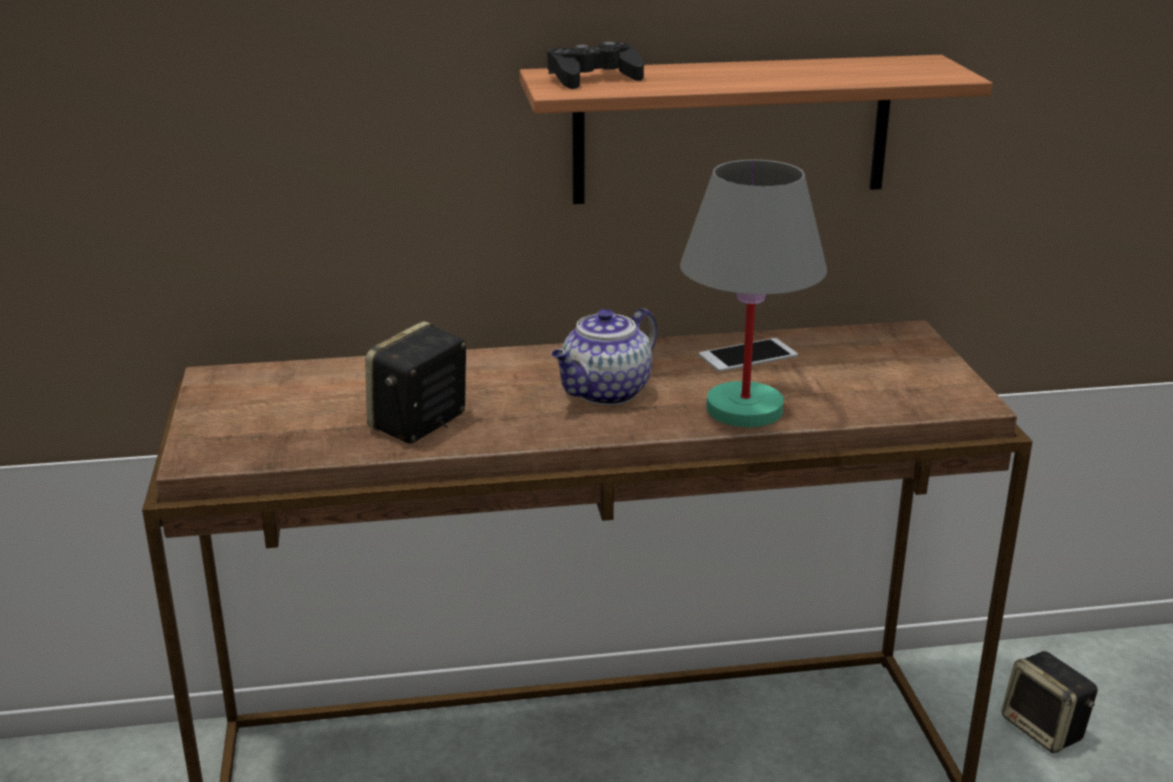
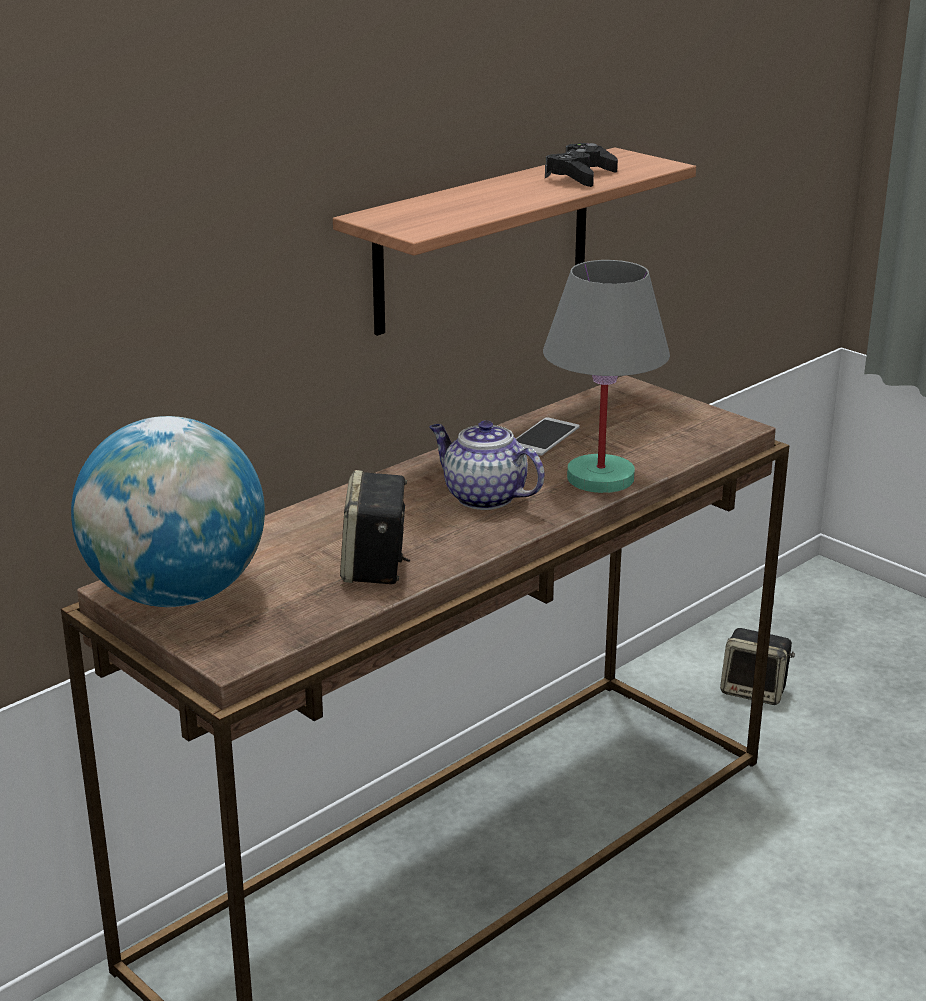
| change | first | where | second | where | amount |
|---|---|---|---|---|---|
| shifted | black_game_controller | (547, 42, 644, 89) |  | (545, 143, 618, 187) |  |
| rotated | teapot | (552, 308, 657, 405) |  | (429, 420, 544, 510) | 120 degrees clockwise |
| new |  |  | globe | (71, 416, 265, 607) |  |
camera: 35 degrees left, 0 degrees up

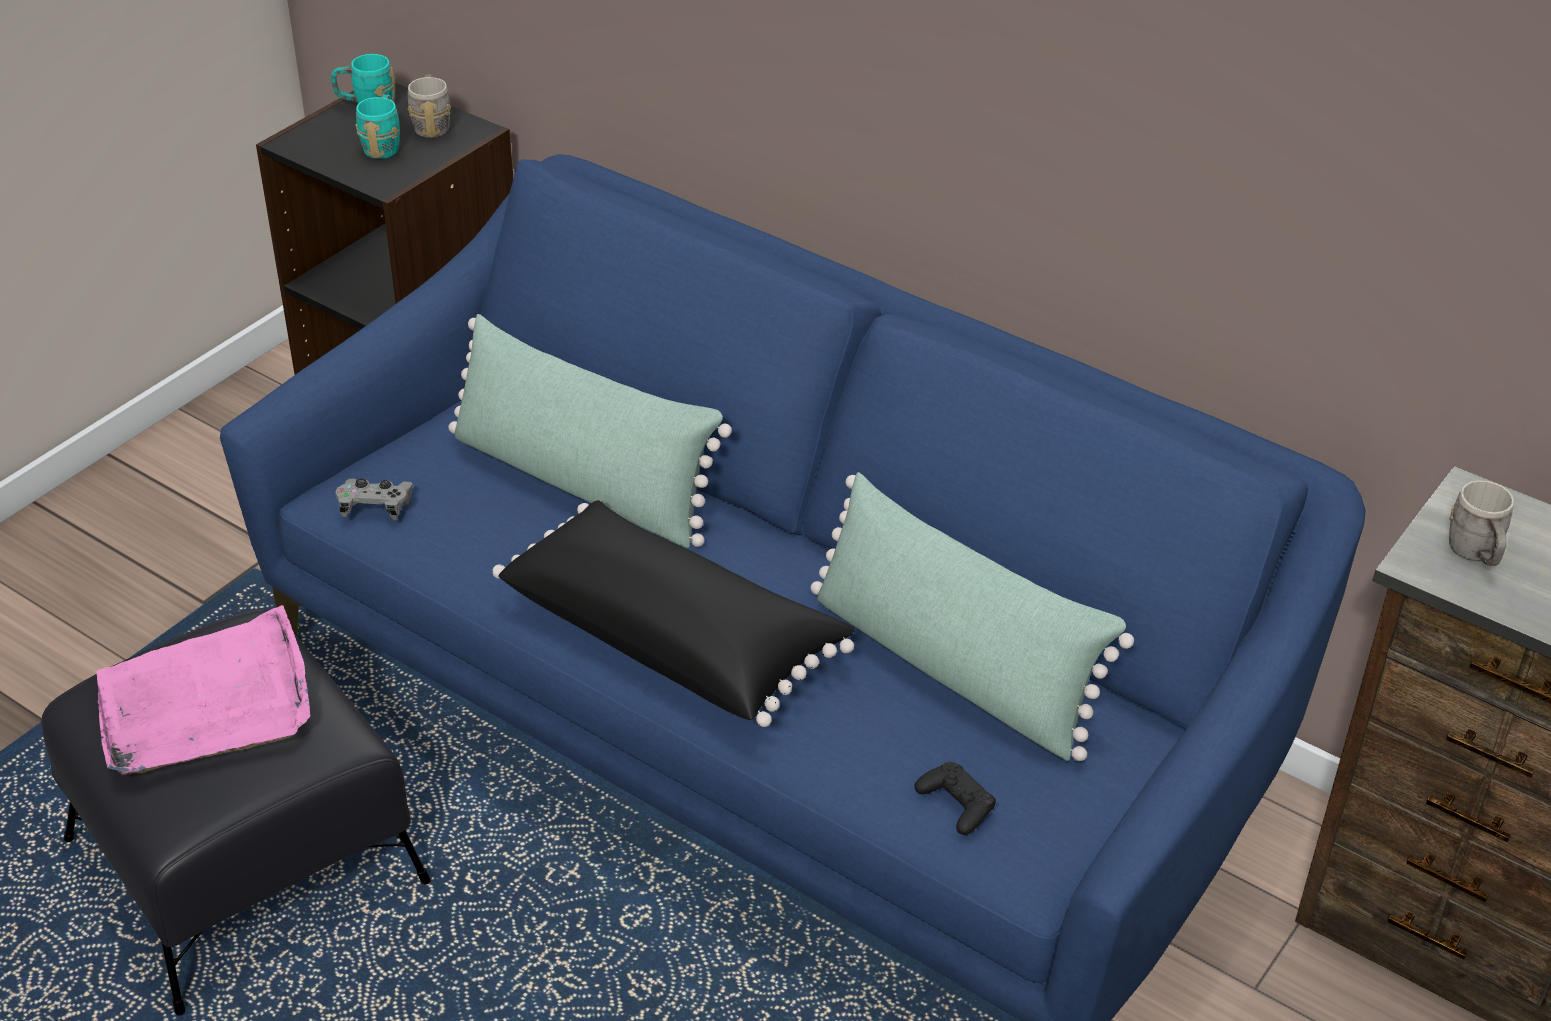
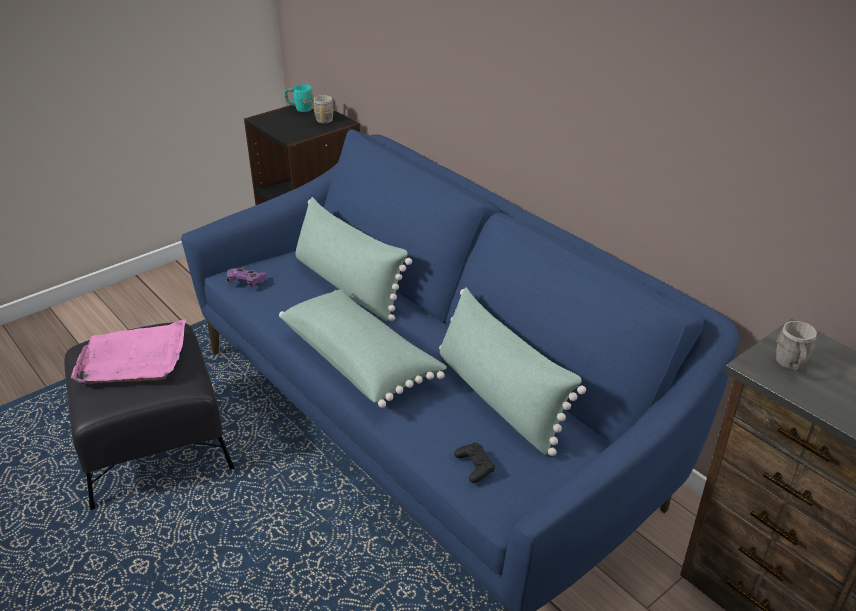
| change | first | where | second | where | amount |
|---|---|---|---|---|---|
| repainted | grey_game_controller | (335, 478, 414, 520) | purple_game_controller | (227, 267, 267, 288) |  |
| gone | turquoise_mug | (355, 95, 400, 159) |  |  |  |
| repainted | black_pillow | (492, 500, 854, 727) | green_pillow | (279, 290, 447, 408) |  |
camera: 15 degrees right, 5 degrees down

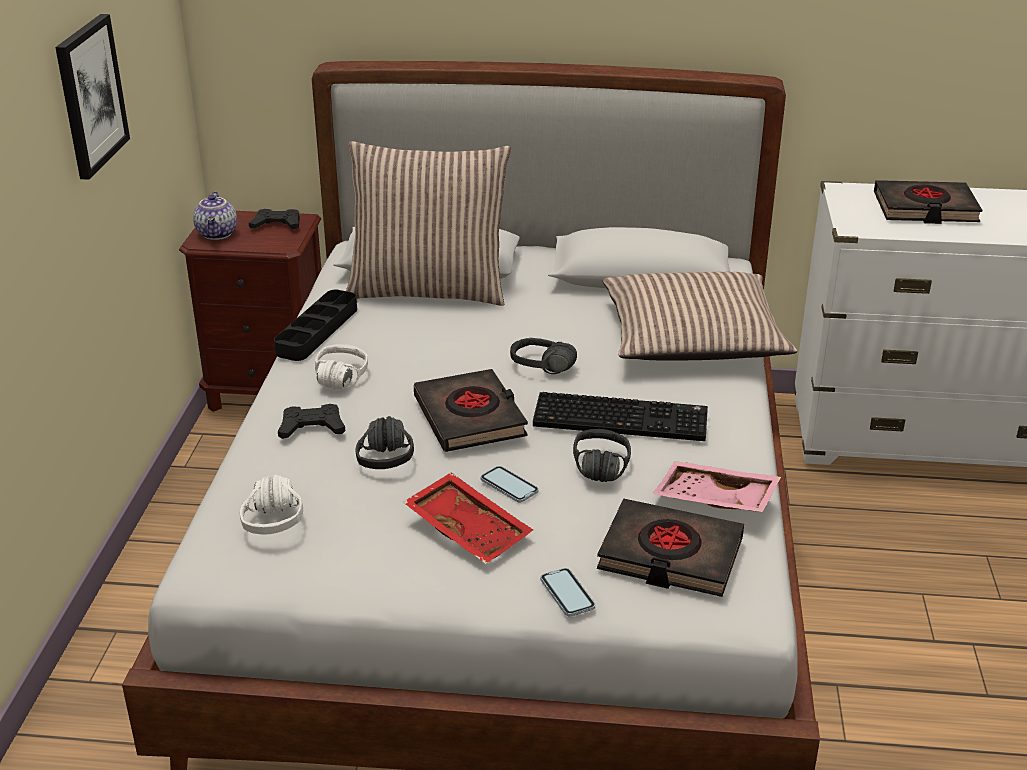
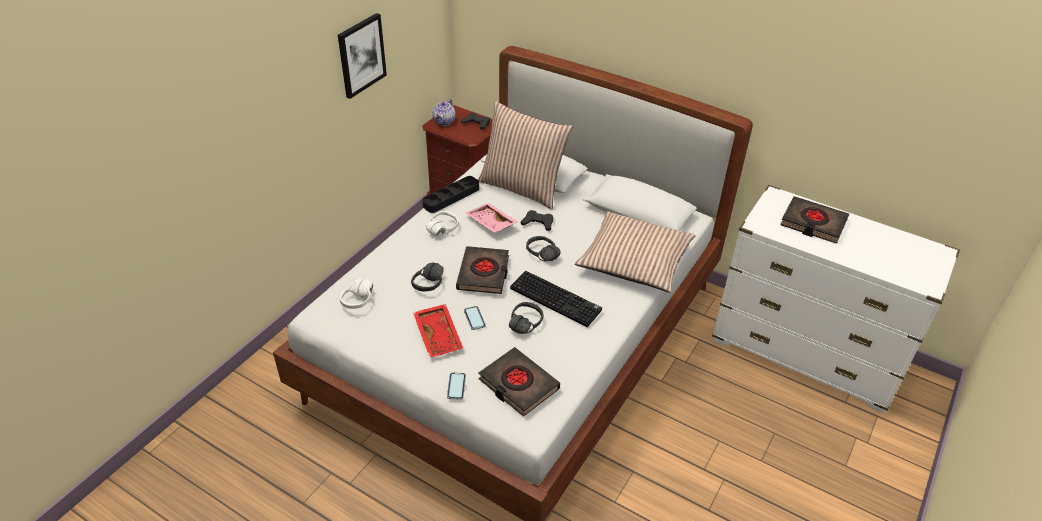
| change | first | where | second | where | amount |
|---|---|---|---|---|---|
| shifted | black_game_controller | (278, 404, 345, 439) |  | (521, 210, 553, 231) |  |
| shifted | pink_tray | (652, 461, 781, 512) |  | (465, 203, 518, 233) |  |
camera: 25 degrees right, 10 degrees up

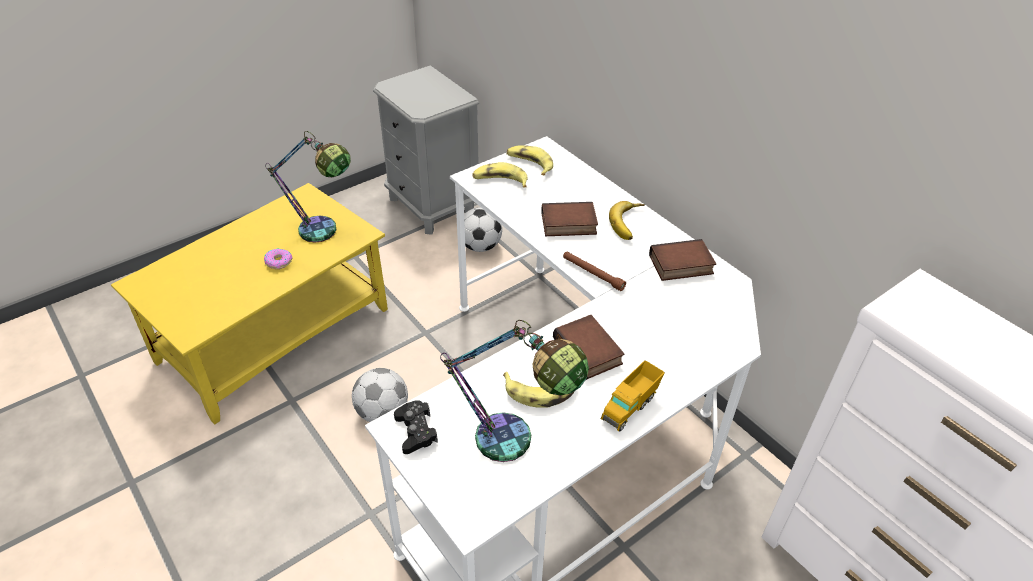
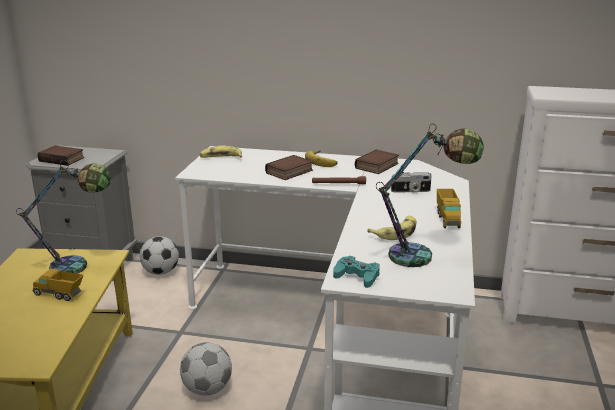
| change | first | where | second | where | amount |
|---|---|---|---|---|---|
| swapped | donut | (264, 248, 293, 269) | toy_truck | (33, 269, 84, 301) |  |
| repainted | black_game_controller | (394, 400, 438, 454) | turquoise_game_controller | (333, 256, 380, 288) |  |
| gone | banana | (473, 162, 528, 187) |  |  |  |
| shifted | book | (553, 315, 625, 380) |  | (38, 146, 84, 166) |  |
| new |  |  | photo_camera | (391, 172, 432, 193) |  |
camera: 40 degrees left, 20 degrees down

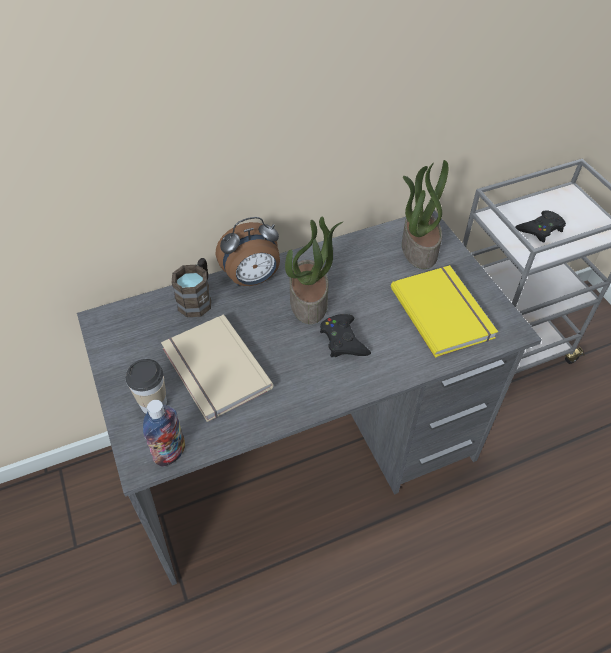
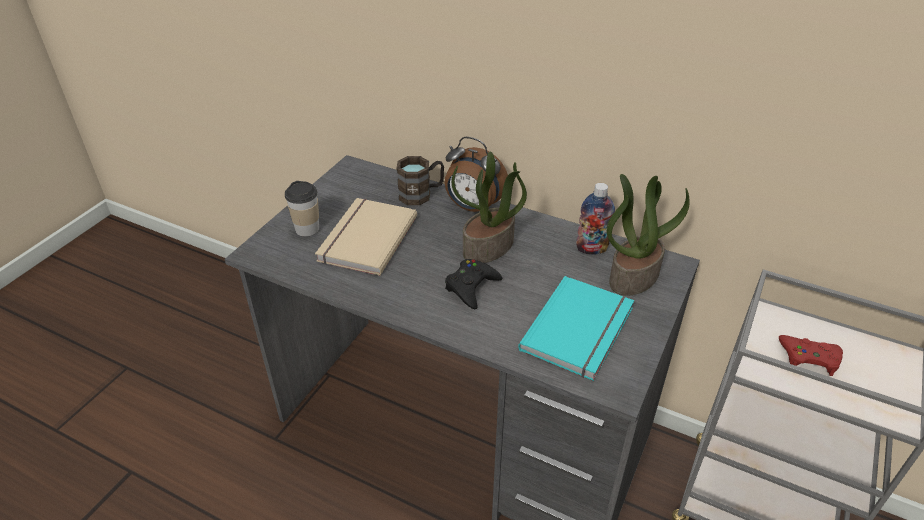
| change | first | where | second | where | amount |
|---|---|---|---|---|---|
| shifted | bottle | (143, 400, 185, 467) |  | (576, 183, 615, 255) |  |
| repainted | yellow_book | (391, 265, 498, 358) | turquoise_book | (518, 276, 634, 381) |  |
| repainted | black_game_controller | (515, 210, 566, 243) | red_game_controller | (779, 335, 843, 376) |  |
camera: 50 degrees right, 10 degrees down

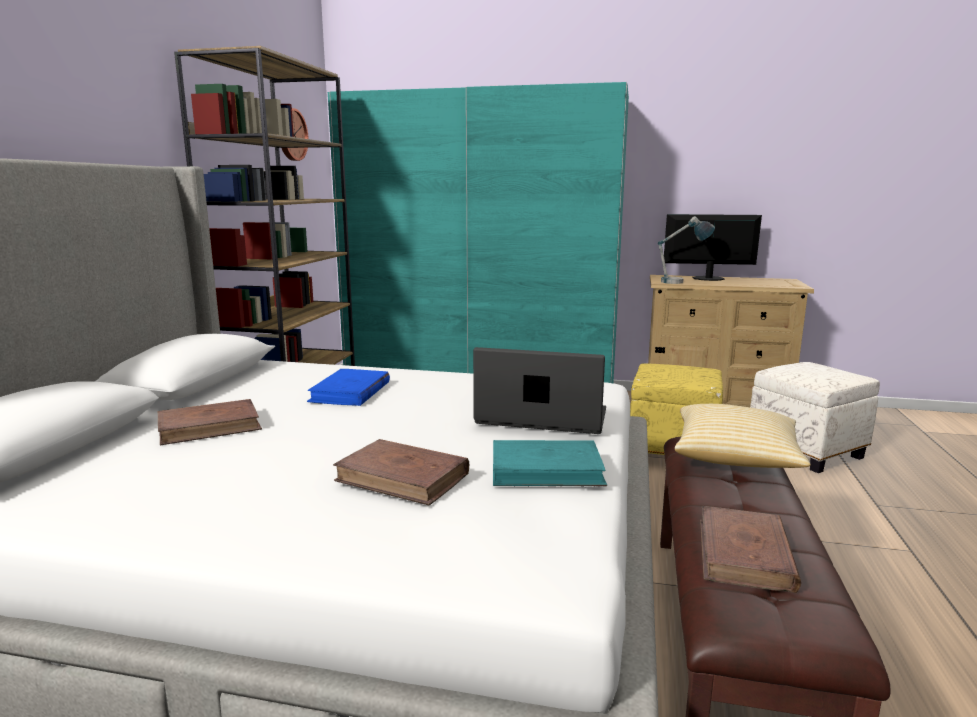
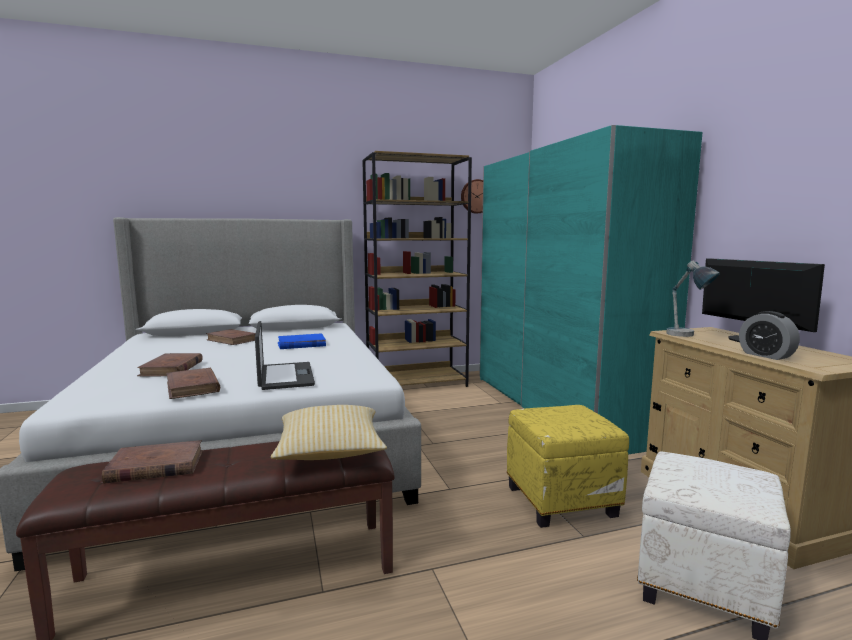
| change | first | where | second | where | amount |
|---|---|---|---|---|---|
| repainted | turquoise_book | (493, 440, 607, 486) | brown_book | (166, 368, 220, 399) |  |
| new |  |  | alarm_clock | (739, 311, 800, 360) |  |
camera: 60 degrees right, 5 degrees down

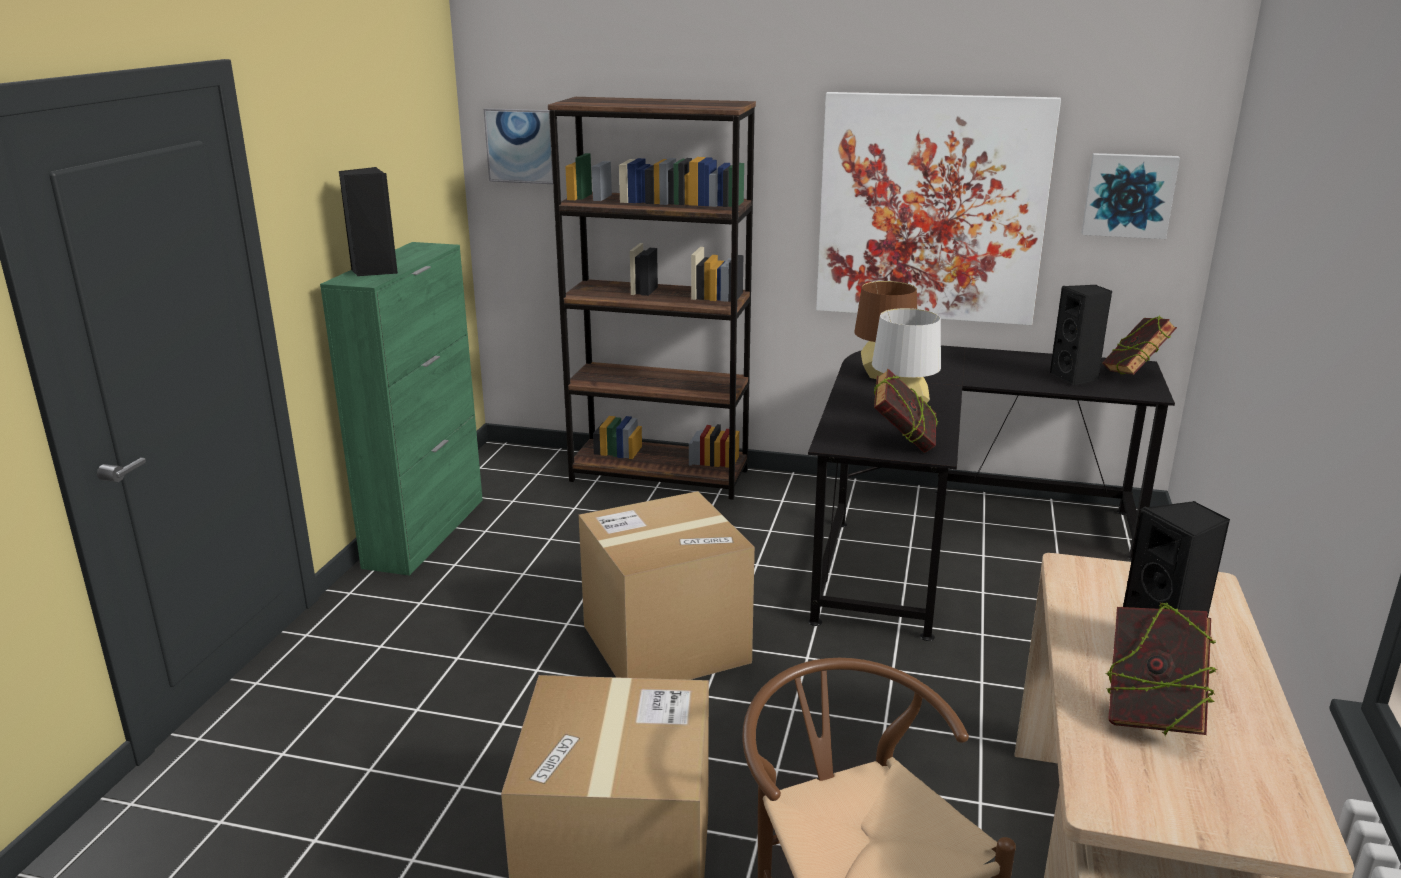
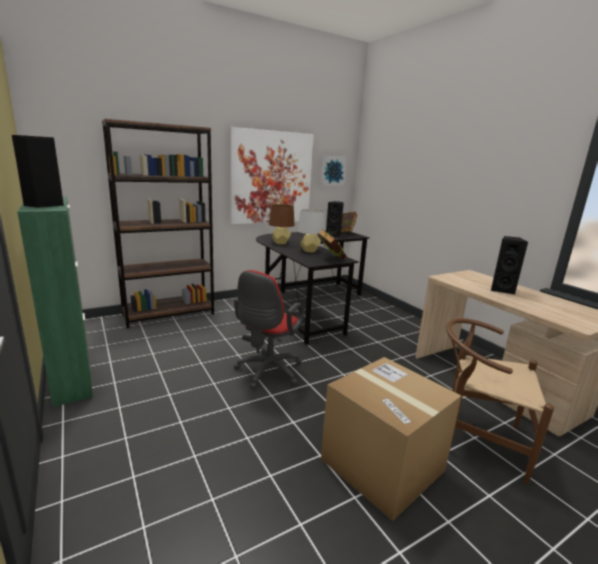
| change | first | where | second | where | amount |
|---|---|---|---|---|---|
| gone | picture | (484, 108, 553, 184) |  |  |  |
| swapped | cardboard_box | (579, 491, 755, 680) | red_office_chair | (234, 270, 304, 390) |  |
| gone | book | (1105, 602, 1218, 736) |  |  |  |
camera: 45 degrees left, 5 degrees down

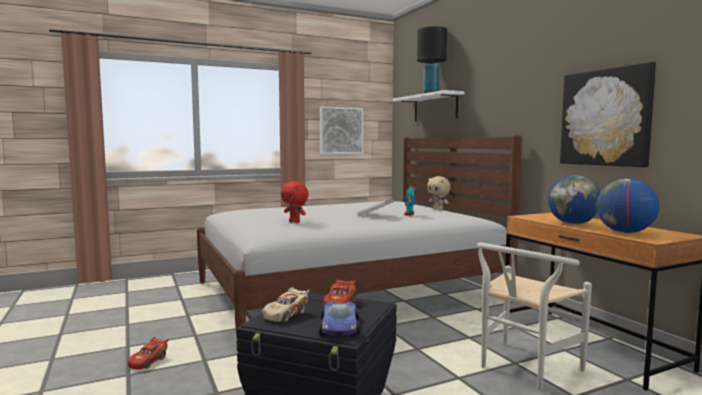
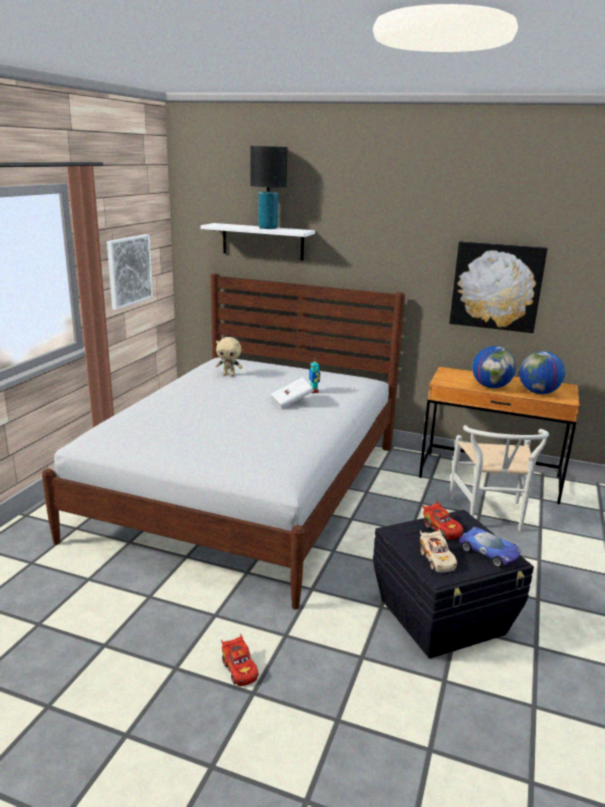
| change | first | where | second | where | amount |
|---|---|---|---|---|---|
| gone | red_plush_toy | (281, 181, 309, 223) |  |  |  |
| shifted | beige_plush_toy | (427, 176, 451, 210) |  | (215, 337, 243, 376) |  |
camera: 45 degrees left, 15 degrees up

